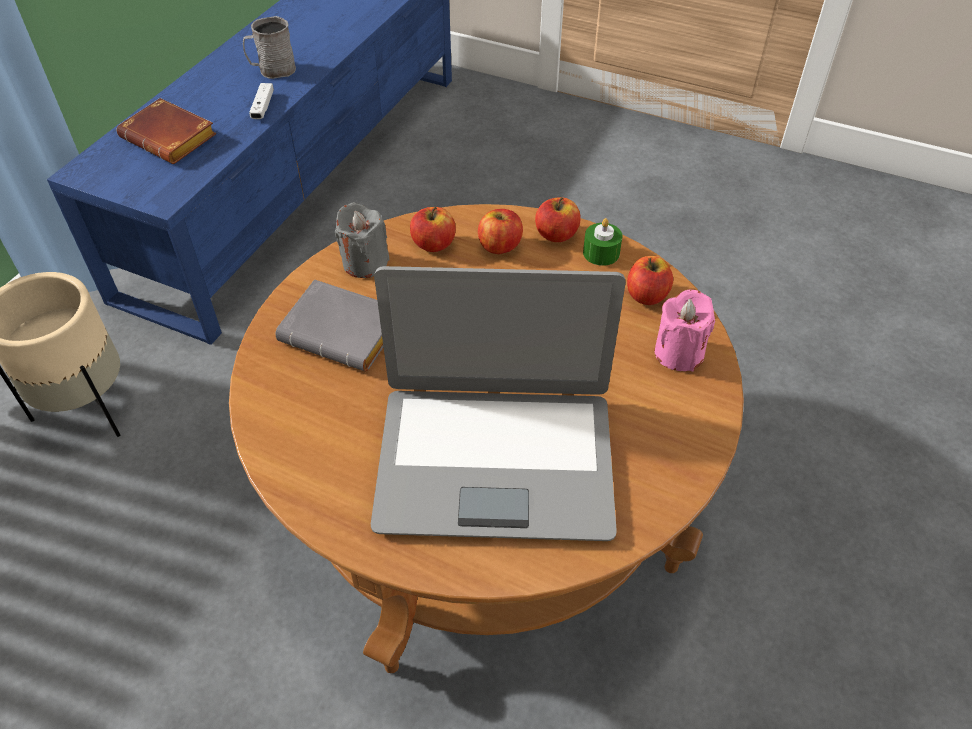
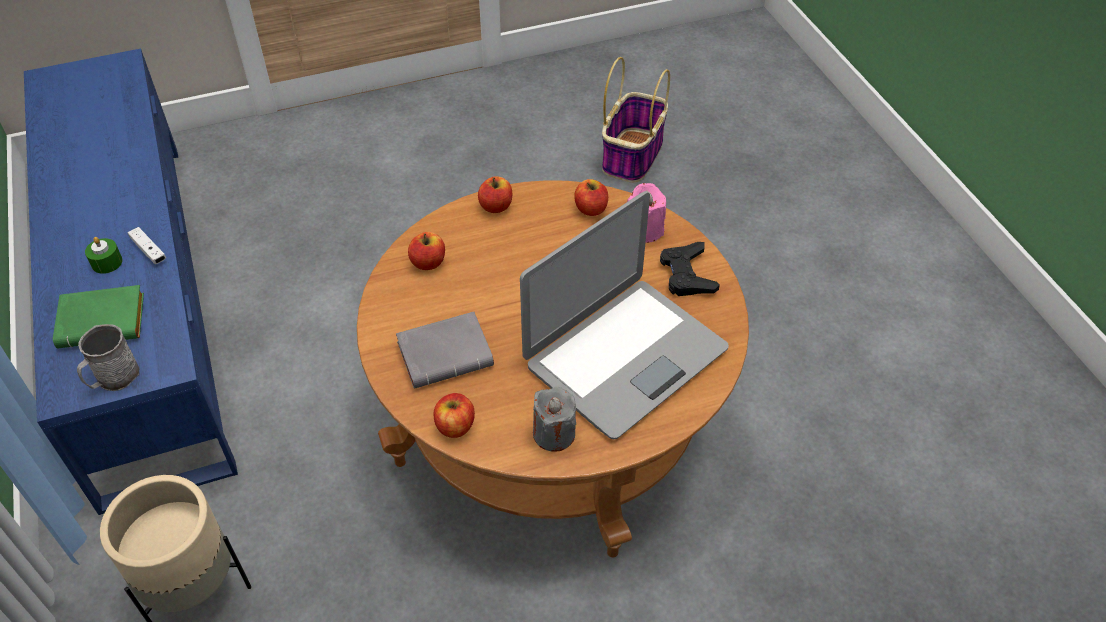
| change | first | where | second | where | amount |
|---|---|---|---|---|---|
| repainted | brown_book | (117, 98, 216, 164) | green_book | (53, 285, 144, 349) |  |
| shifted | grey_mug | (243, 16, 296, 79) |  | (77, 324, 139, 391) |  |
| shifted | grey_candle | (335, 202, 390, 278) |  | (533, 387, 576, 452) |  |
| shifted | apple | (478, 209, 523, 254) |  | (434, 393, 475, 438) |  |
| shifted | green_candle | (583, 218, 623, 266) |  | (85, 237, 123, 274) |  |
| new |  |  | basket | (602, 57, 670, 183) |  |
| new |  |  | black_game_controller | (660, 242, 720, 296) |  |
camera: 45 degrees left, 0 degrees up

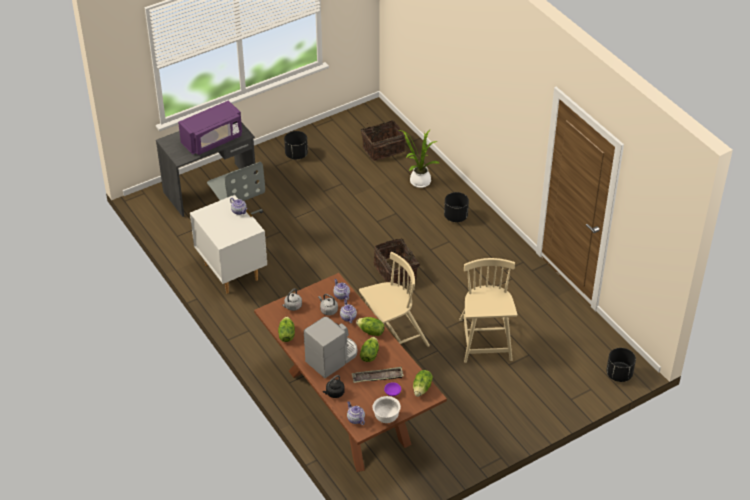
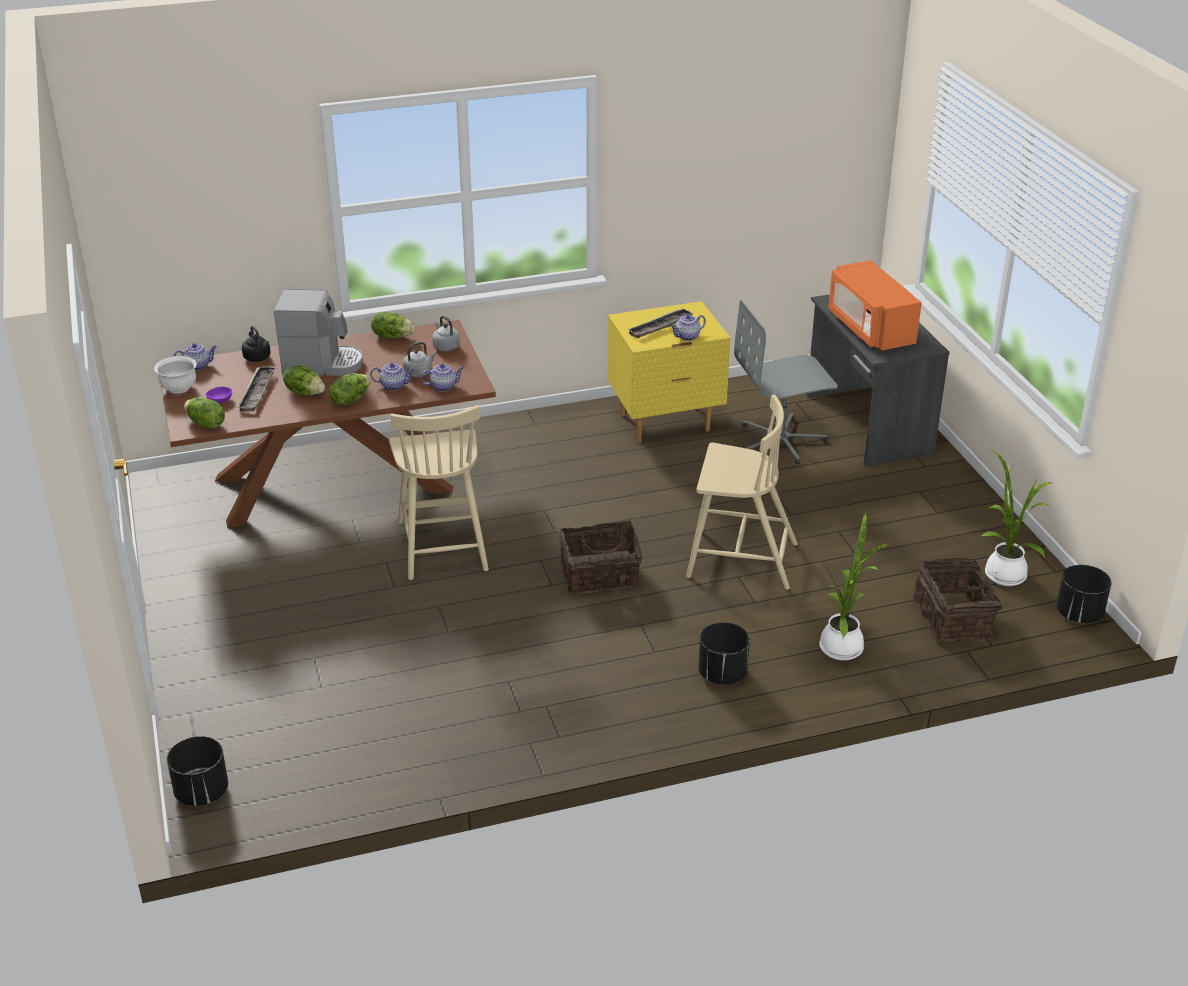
| change | first | where | second | where | amount |
|---|---|---|---|---|---|
| repainted | purple_microwave | (178, 100, 242, 155) | orange_microwave | (828, 260, 922, 350) |  |
| repainted | white_nightstand | (190, 195, 267, 294) | yellow_nightstand | (608, 301, 730, 443) |  |
| shifted | black_planter | (284, 131, 308, 160) |  | (1056, 565, 1112, 623) |  |
| rotated | coffee_machine | (304, 317, 357, 378) |  | (274, 289, 363, 376) | 60 degrees counterclockwise |
| shifted | beige_chair | (459, 258, 517, 363) |  | (686, 395, 798, 590) |  |
| new |  |  | tray | (627, 308, 694, 338) |  |
| new |  |  | potted_plant | (980, 449, 1053, 586) |  |
camera: 105 degrees right, 10 degrees down

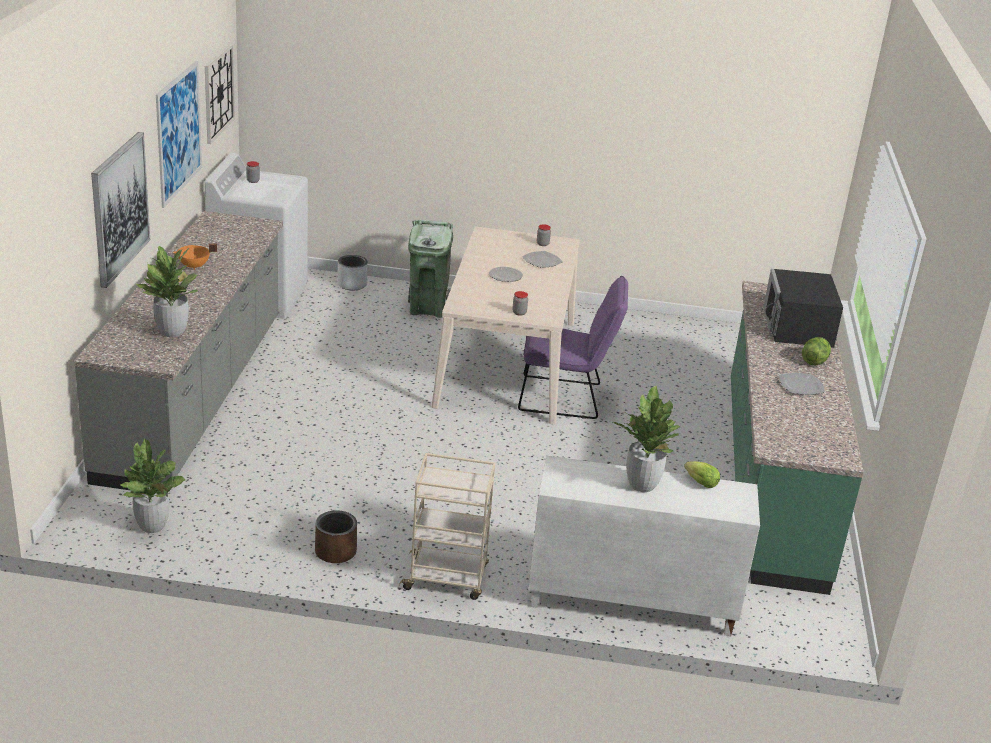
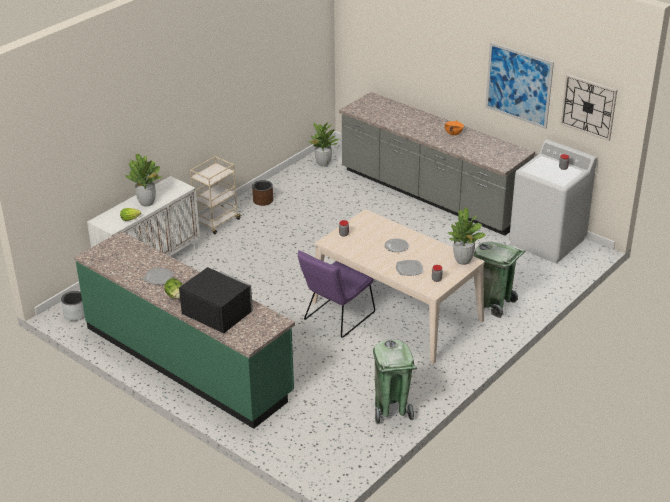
| change | first | where | second | where | amount |
|---|---|---|---|---|---|
| gone | picture | (91, 132, 150, 288) |  |  |  |
| shifted | potted_plant | (136, 246, 198, 337) |  | (448, 207, 486, 265) |  |
| shifted | grey_planter | (337, 255, 367, 290) |  | (61, 291, 85, 321) |  |
| new |  |  | green_trash_can | (373, 340, 417, 424) |  |
camera: 125 degrees right, 5 degrees up

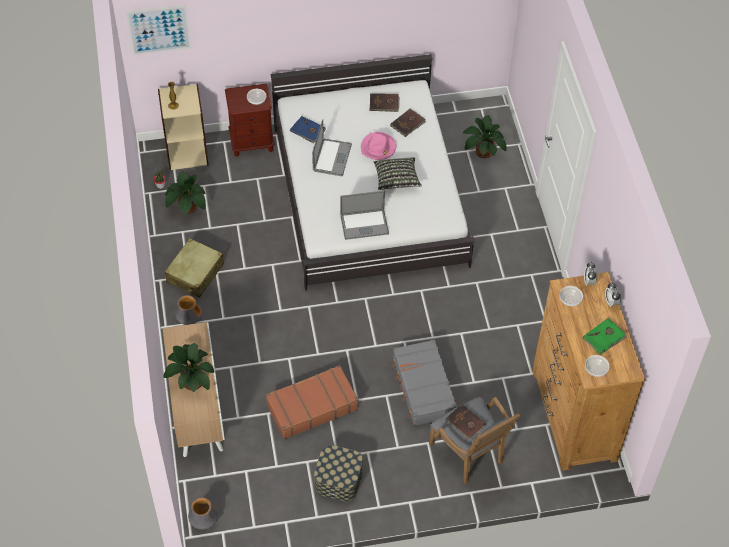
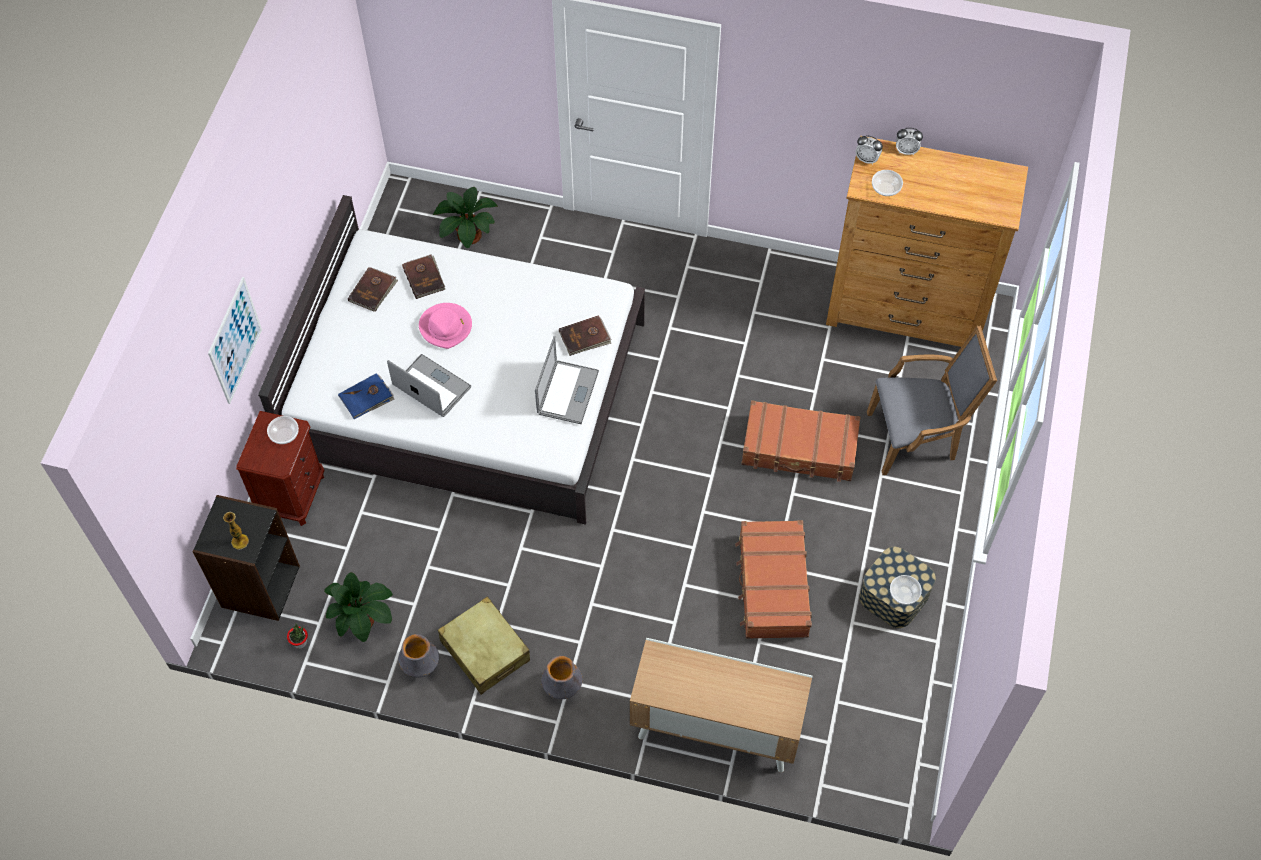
| change | first | where | second | where | amount |
|---|---|---|---|---|---|
| shifted | picture | (126, 5, 191, 55) |  | (208, 277, 262, 404) |  |
| repainted | beige_bookcase | (158, 84, 208, 170) | black_bookcase | (193, 495, 300, 621) |  |
| gone | potted_plant | (163, 343, 215, 392) |  |  |  |
| shifted | vase | (188, 497, 218, 530) |  | (398, 634, 439, 678) |  |
| gone | pillow | (374, 157, 422, 190) |  |  |  |
| repainted | grey_suitcase | (392, 339, 457, 426) | brown_suitcase | (742, 400, 860, 482) |  |
| shifted | brown_book | (445, 404, 486, 441) |  | (559, 315, 612, 356) |  |
| gone | green_book | (583, 318, 627, 355) |  |  |  |
| shifted | bowl | (585, 355, 609, 377) |  | (890, 575, 922, 605) |  |
camera: 65 degrees left, 5 degrees up

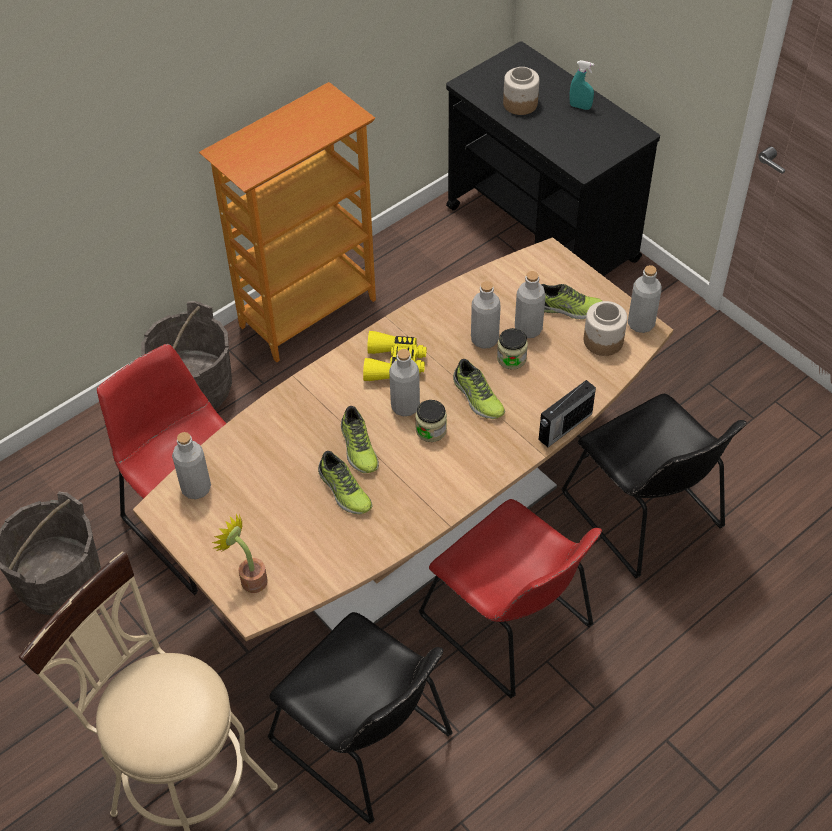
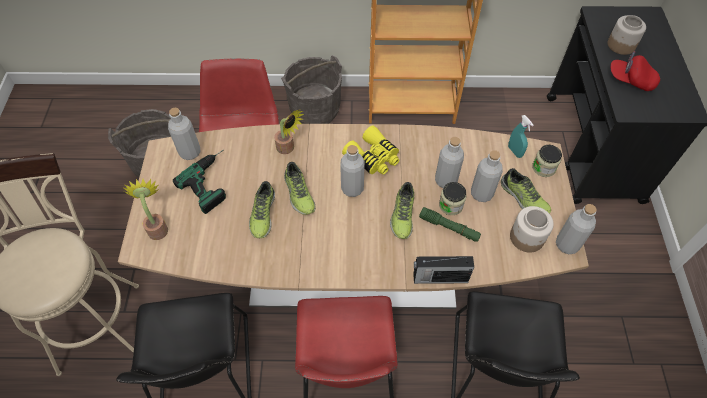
| change | first | where | second | where | amount |
|---|---|---|---|---|---|
| rotated | shoe | (341, 406, 379, 473) |  | (284, 162, 316, 215) | 45 degrees counterclockwise |
| shifted | jar | (415, 400, 447, 442) |  | (532, 145, 562, 177) |  |
| shifted | turquoise_spray_bottle | (569, 60, 594, 110) |  | (508, 115, 533, 158) |  |
| new |  |  | power_drill | (173, 149, 226, 214) |  |
| new |  |  | potted_plant | (274, 109, 304, 154) |  |
| new |  |  | green_flashlight | (419, 207, 481, 242) |  |
| new |  |  | red_cap | (610, 51, 660, 91) |  |
camera: 40 degrees right, 5 degrees up

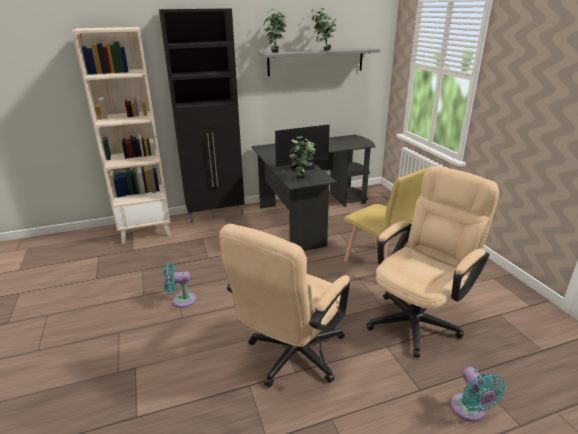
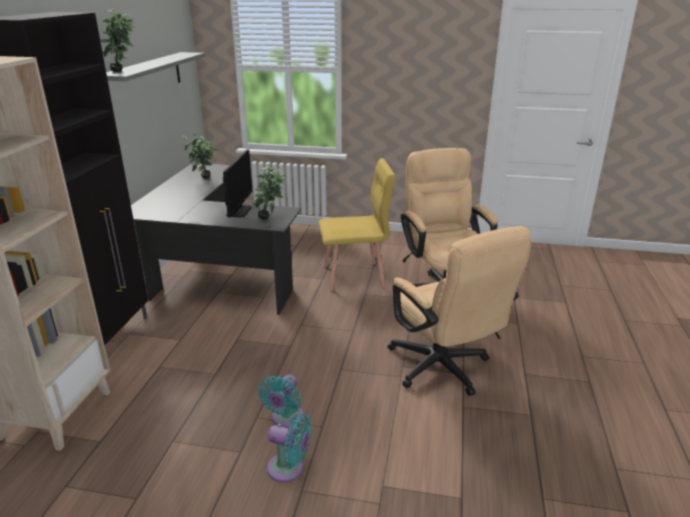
| change | first | where | second | where | amount |
|---|---|---|---|---|---|
| shifted | potted_plant | (311, 8, 337, 51) |  | (181, 134, 218, 179) |  |
| shifted | turquoise_fan | (450, 367, 506, 422) |  | (267, 414, 312, 483) |  |
camera: 60 degrees left, 0 degrees up

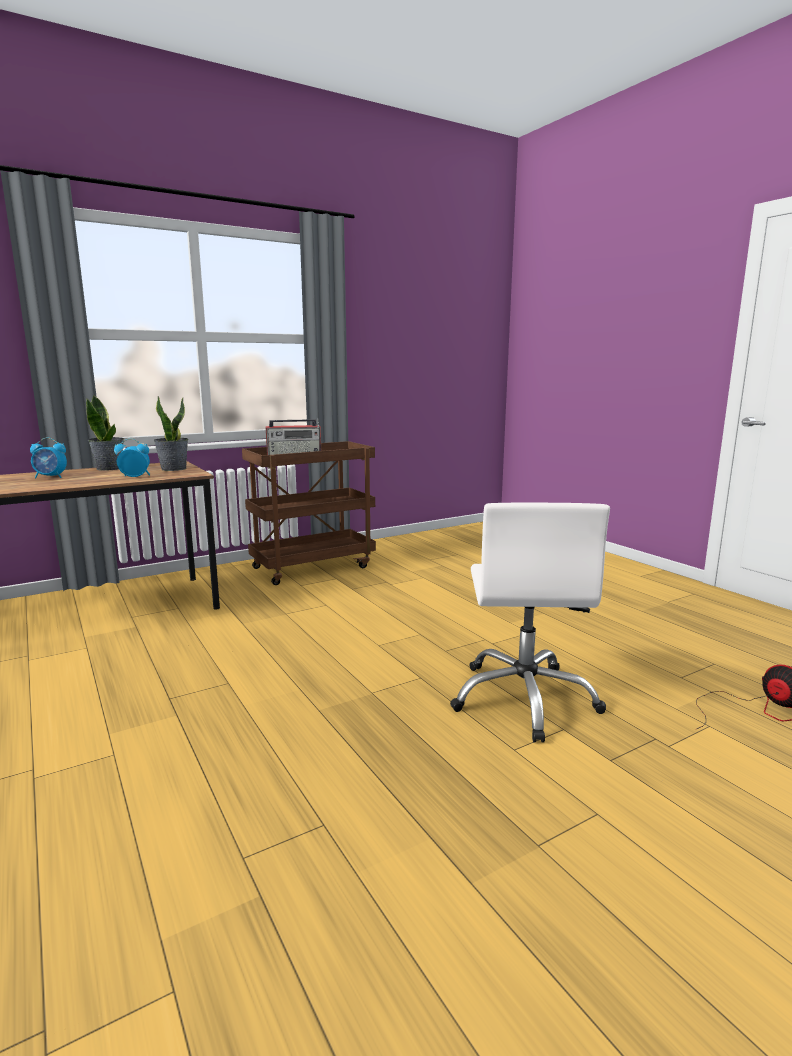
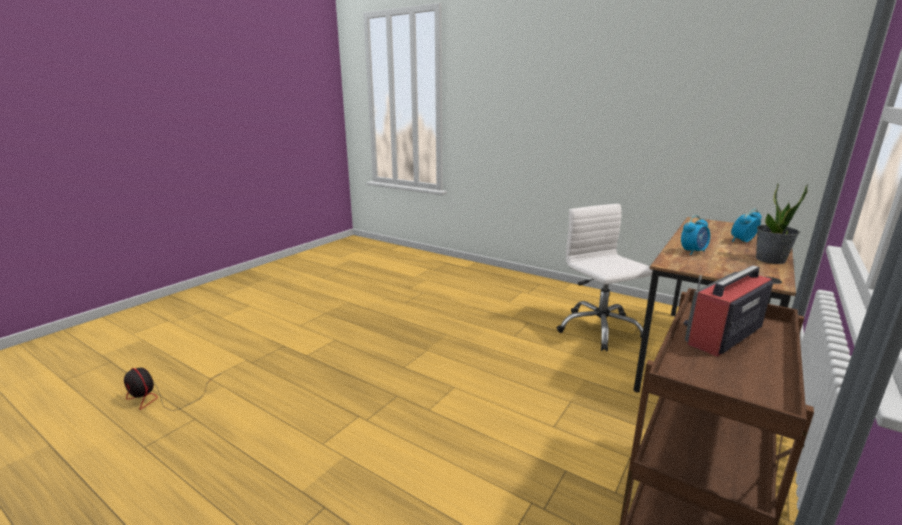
| change | first | where | second | where | amount |
|---|---|---|---|---|---|
| gone | potted_plant | (153, 396, 188, 471) |  |  |  |
| shifted | white_office_chair | (450, 503, 610, 743) |  | (557, 204, 653, 352) |  |
camera: 155 degrees right, 5 degrees up

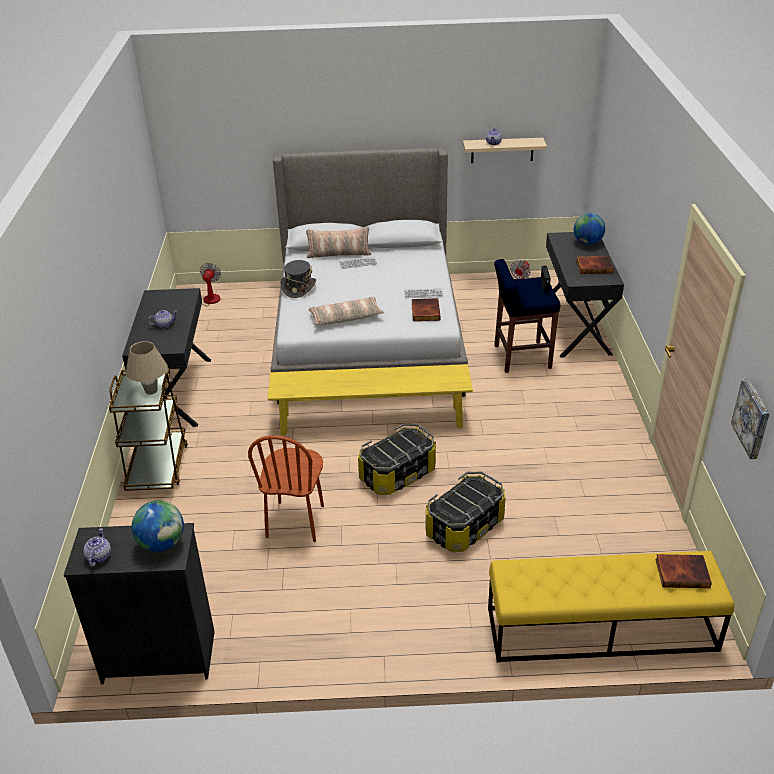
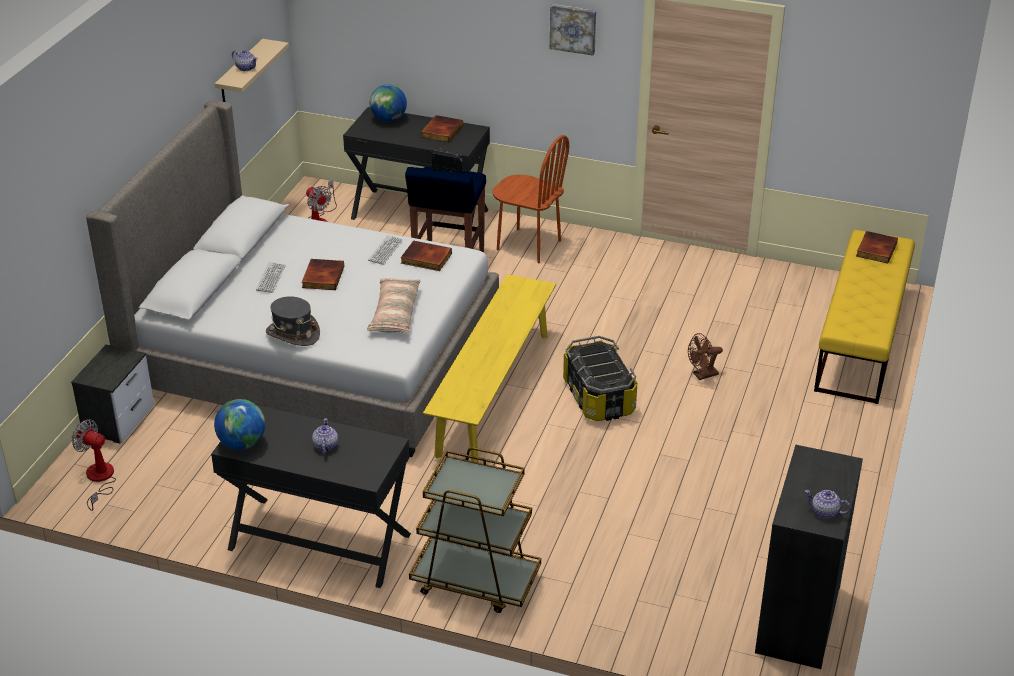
| change | first | where | second | where | amount |
|---|---|---|---|---|---|
| gone | beige_table_lamp | (126, 341, 168, 395) |  |  |  |
| shifted | globe | (132, 500, 184, 552) |  | (214, 399, 265, 450) |  |
| shifted | brown_chair | (248, 435, 324, 542) |  | (493, 135, 569, 263) |  |
| gone | pillow | (306, 227, 371, 258) |  |  |  |
| swapped | storage_box | (425, 472, 505, 552) | brown_fan | (688, 333, 723, 380) |  |
| shifted | picture | (731, 379, 770, 459) |  | (550, 4, 596, 55) |  |
| new |  |  | nightstand | (71, 344, 154, 444) |  |
| new |  |  | book | (302, 259, 344, 290) |  |
camera: 70 degrees left, 0 degrees up

